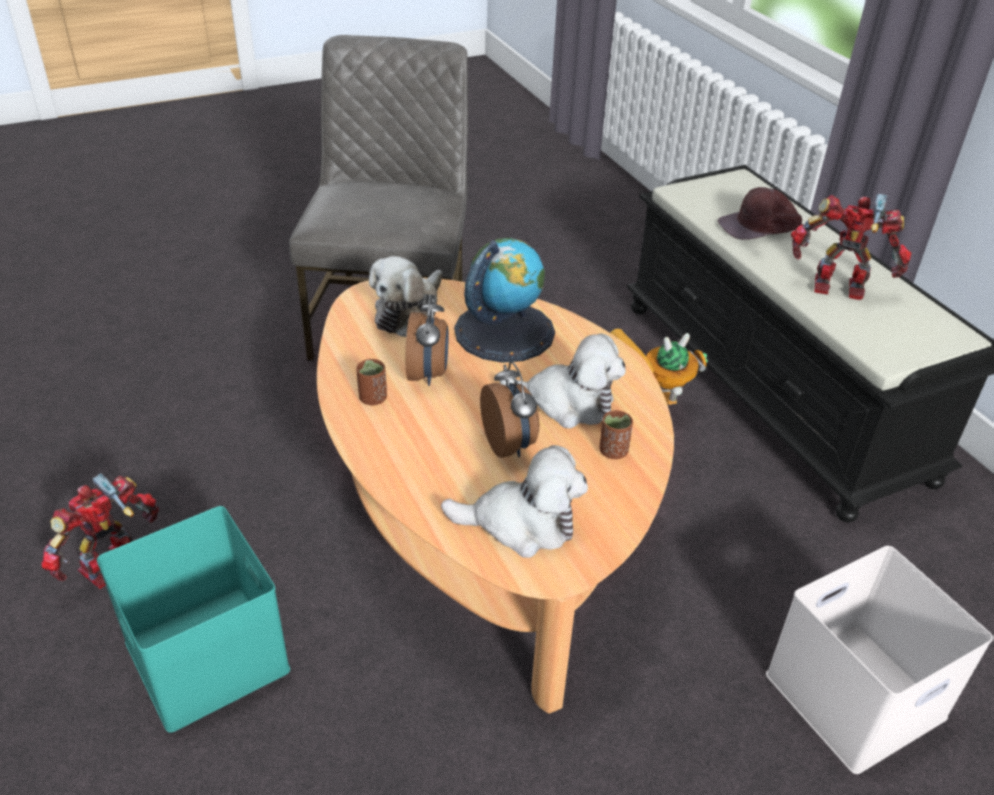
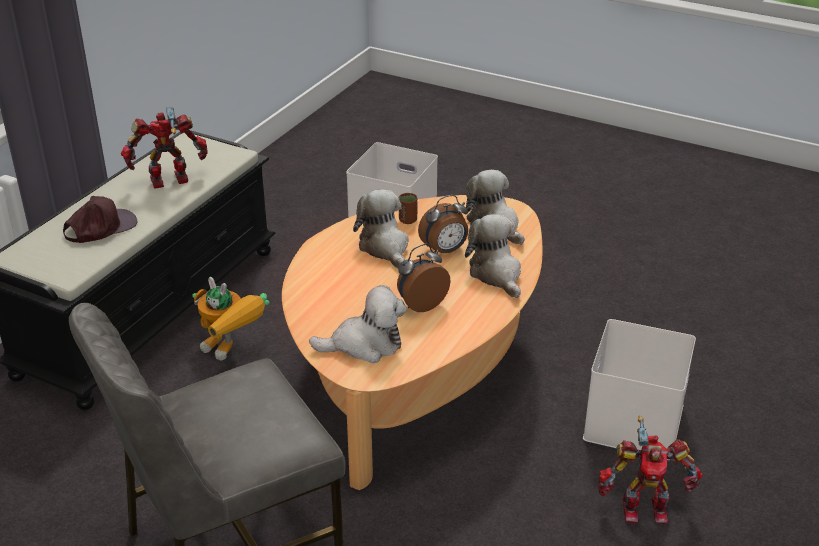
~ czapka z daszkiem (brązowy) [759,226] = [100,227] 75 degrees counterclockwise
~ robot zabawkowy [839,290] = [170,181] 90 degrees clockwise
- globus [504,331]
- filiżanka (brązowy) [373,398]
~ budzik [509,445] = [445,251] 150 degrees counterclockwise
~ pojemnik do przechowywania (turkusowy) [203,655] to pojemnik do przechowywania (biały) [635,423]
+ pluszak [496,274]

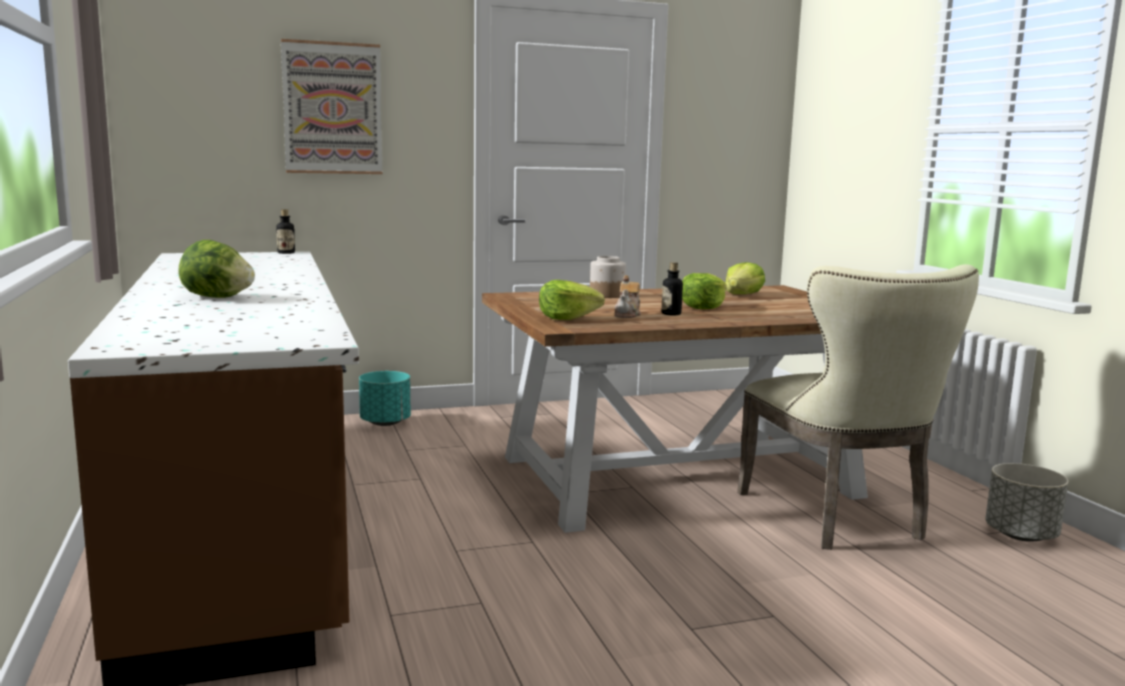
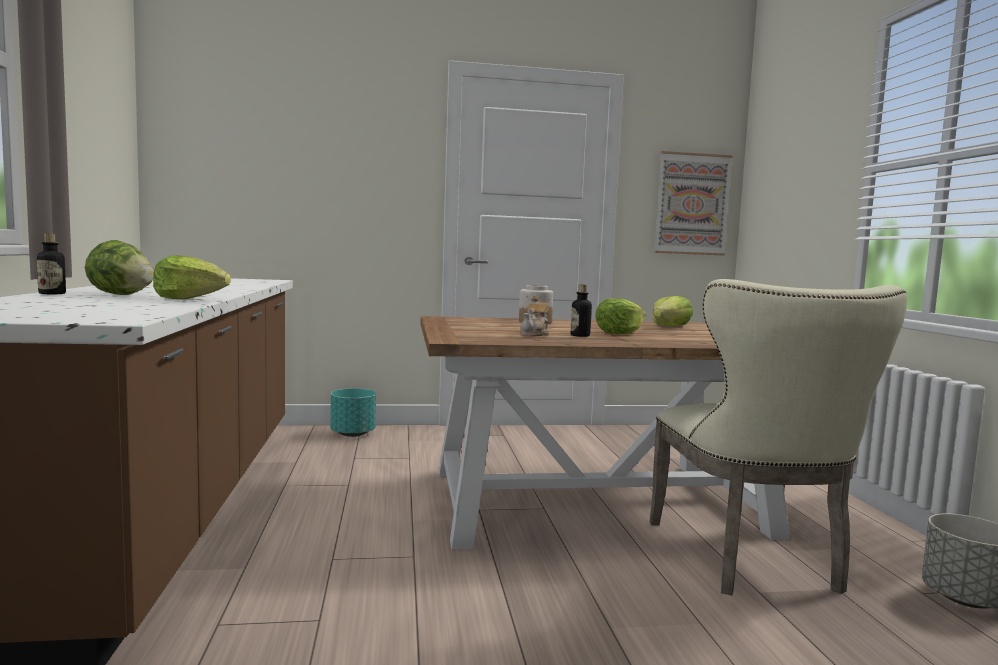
~ obraz [332,108] to [692,204]
~ butelka [286,253] to [52,293]
~ sałata [567,318] to [190,299]

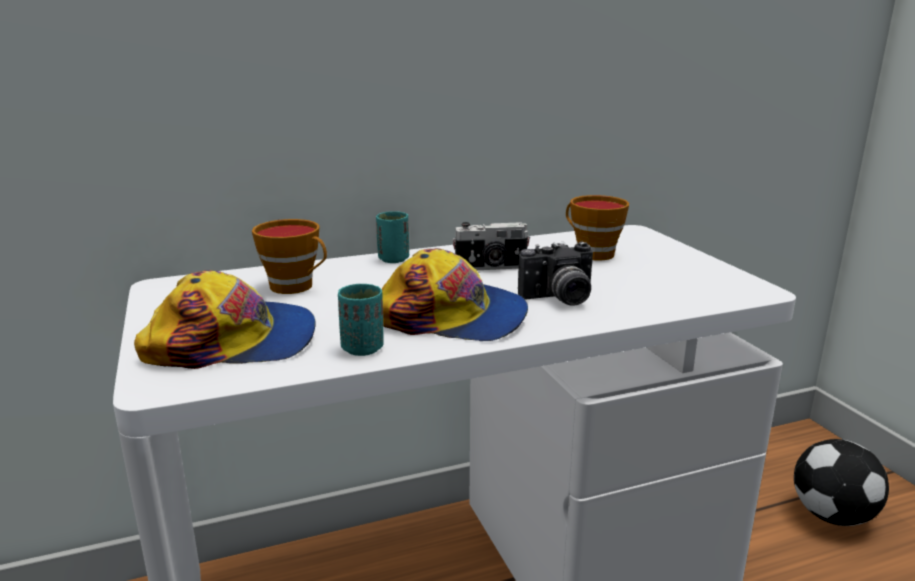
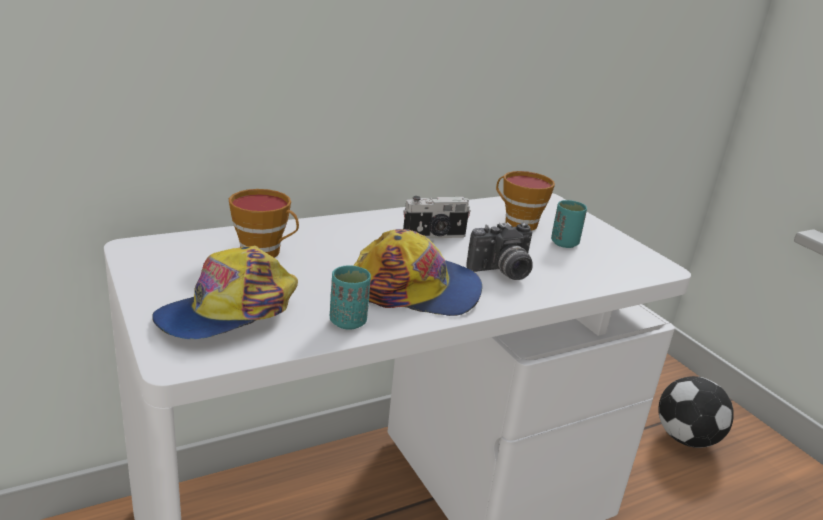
~ filiżanka (turkusowy) [393,259] to [564,243]
~ czapka z daszkiem [233,341] = [229,313] 150 degrees clockwise

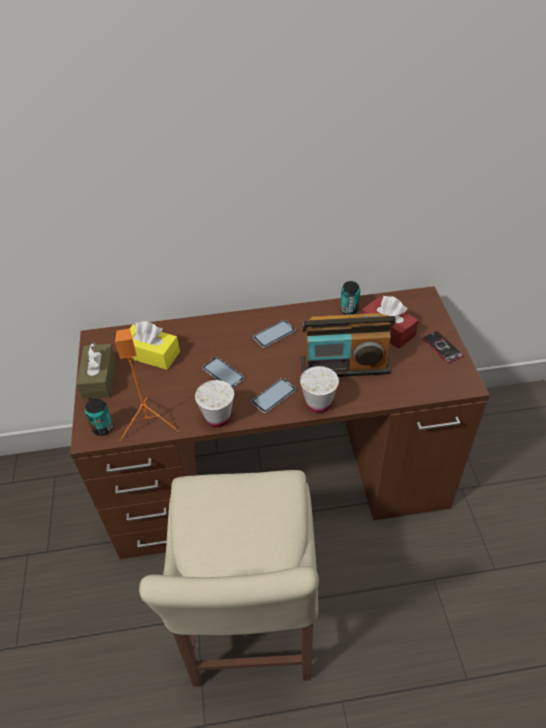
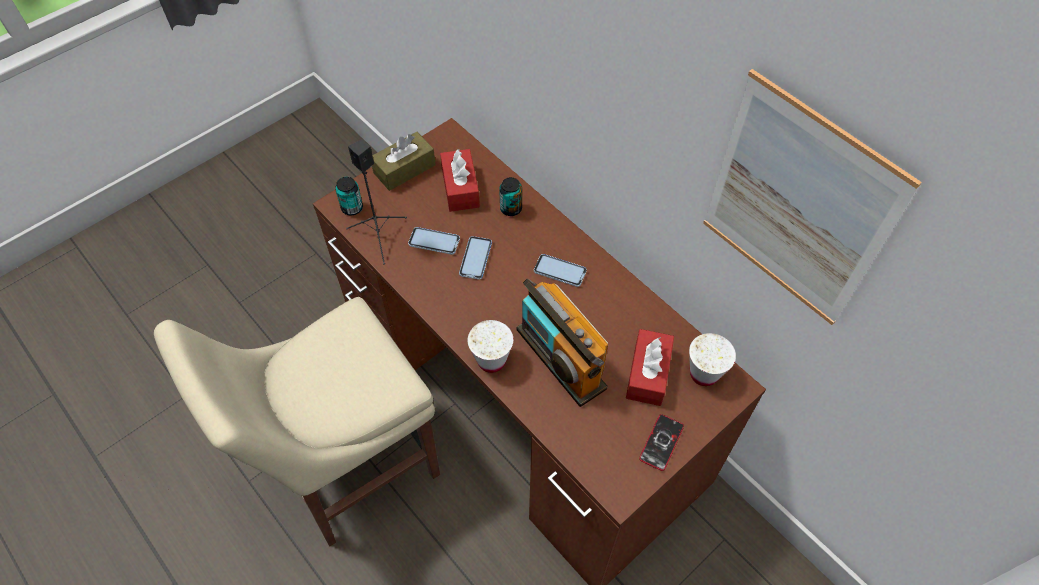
~ puszka [349,310] to [511,208]
~ pudełko chusteczek (żółty) [151,354] to pudełko chusteczek (czerwony) [460,188]
~ głośnik (pomarańczowy) [149,422] to głośnik (czarny) [379,237]
~ telefon [274,396] to [434,241]
~ filiżanka (biały) [218,418] to [704,374]
+ obraz [796,204]

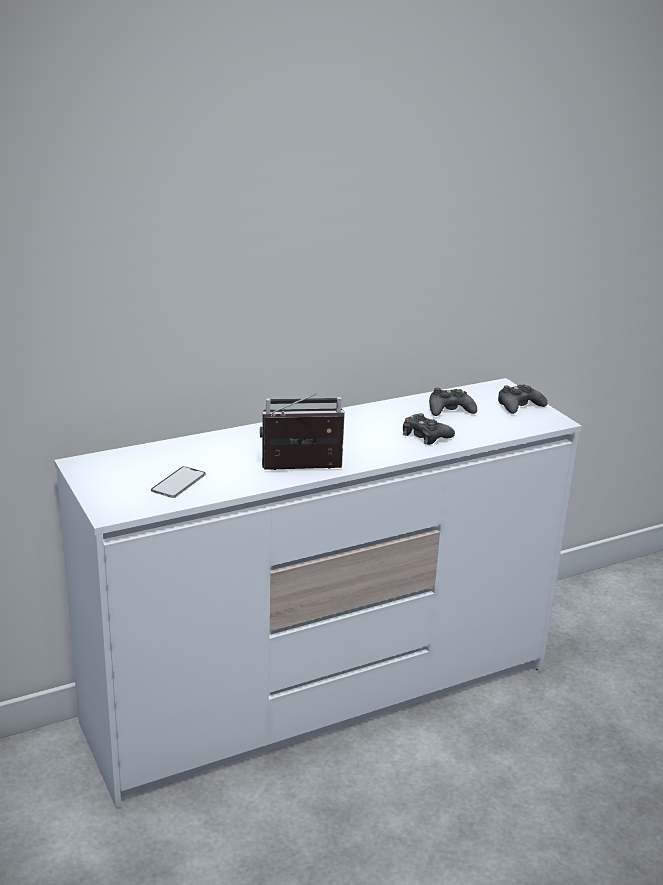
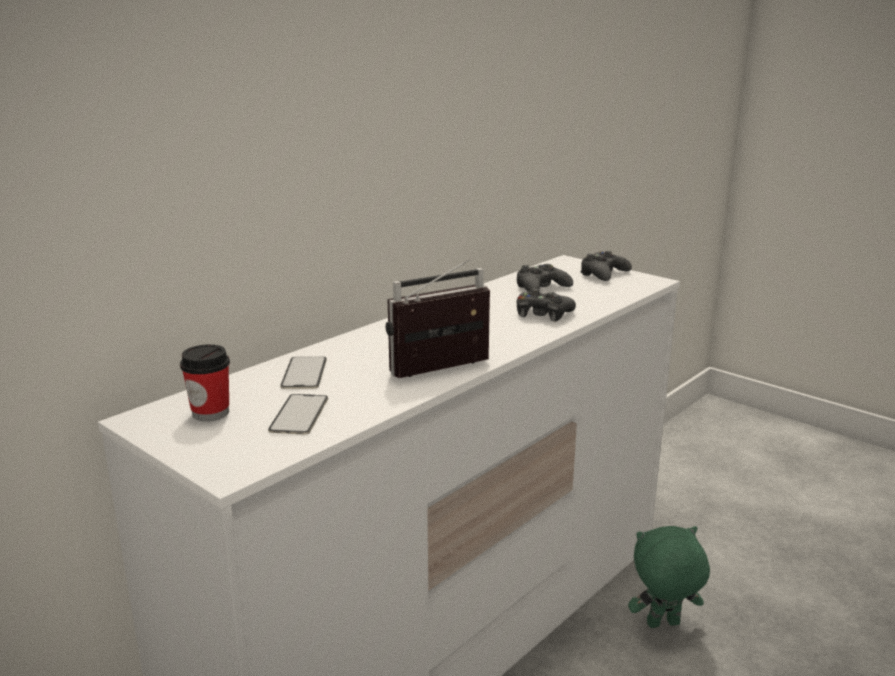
+ filiżanka [210,413]
+ telefon [304,373]
+ pluszak (zielony) [663,625]

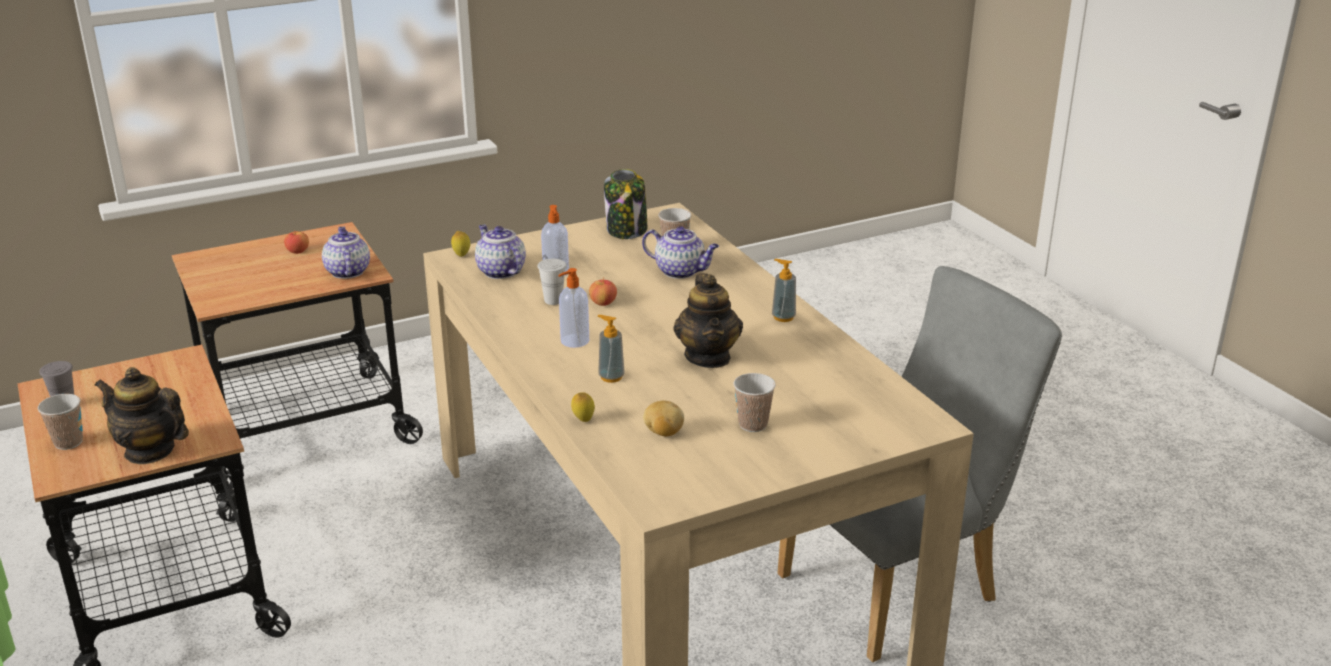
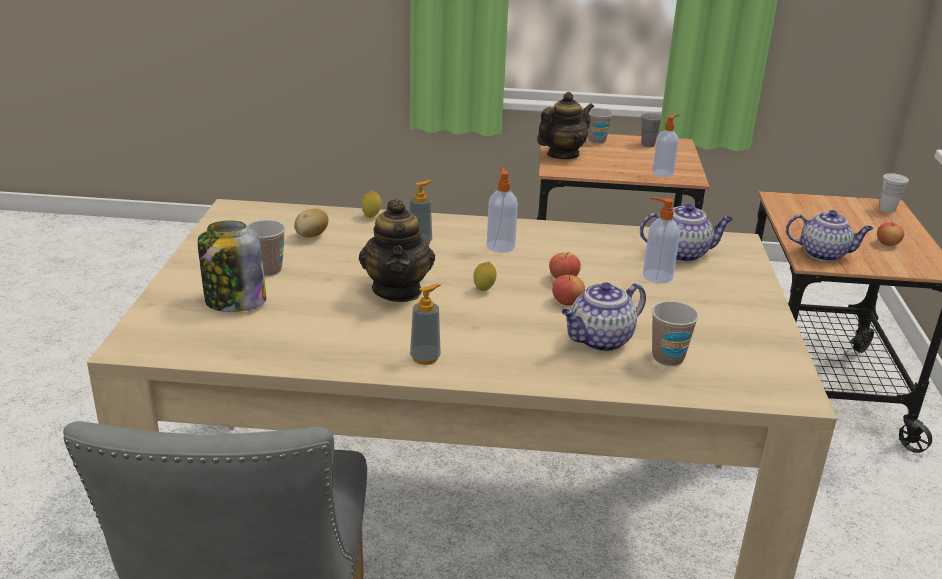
~ słoik [627,230] to [234,302]
~ cytryna [461,255] to [484,290]
~ filiżanka (biały) [553,300] to [887,209]
~ imbryk [708,357] = [398,290] 120 degrees counterclockwise
+ dozownik mydła [663,173]
+ jabłko [567,302]

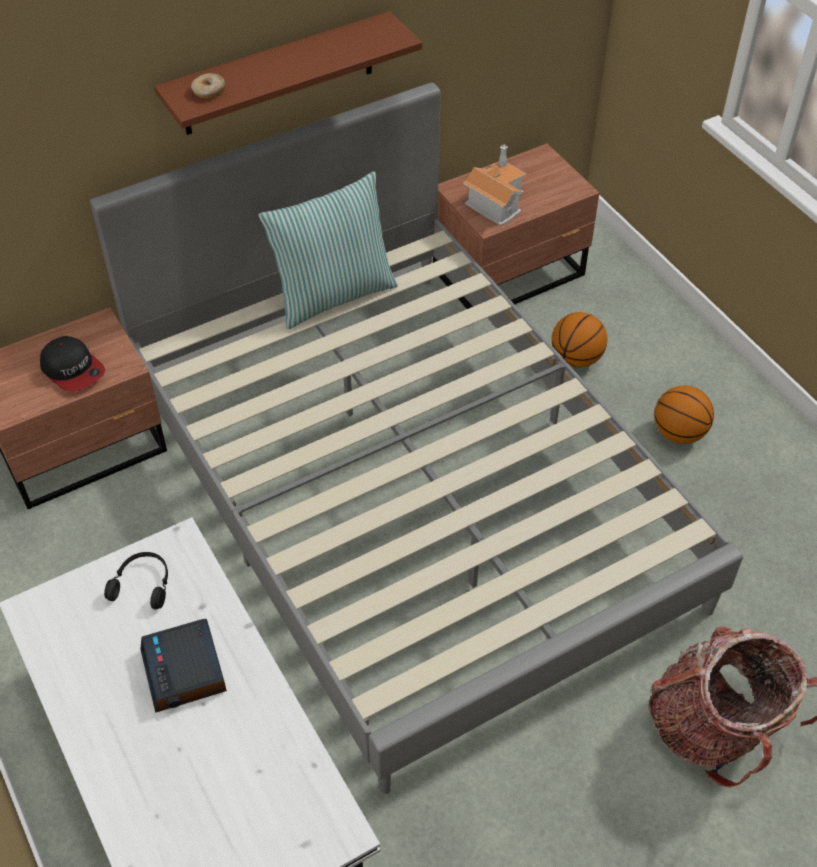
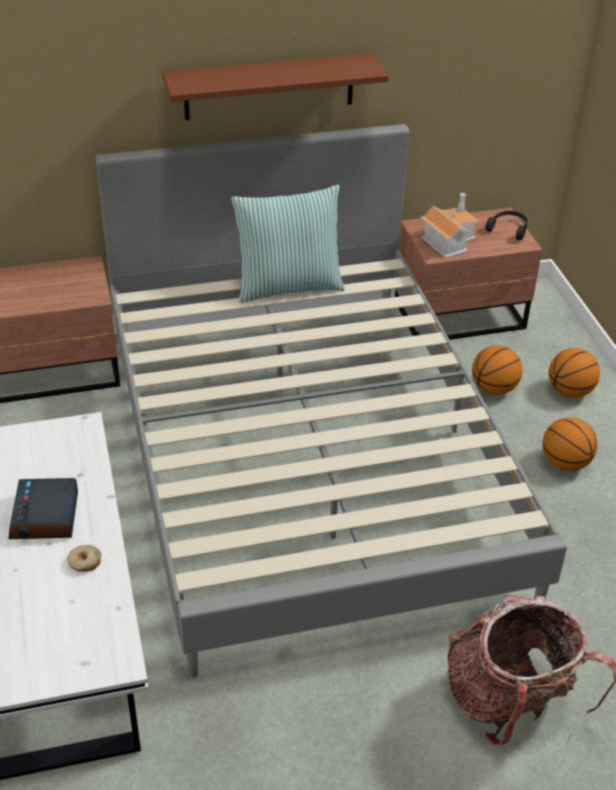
~ donut [209,91] to [84,563]
- czapka z daszkiem [73,369]
~ słuchawki (czarny) [143,584] to [508,229]
+ piłka do koszykówki [570,392]

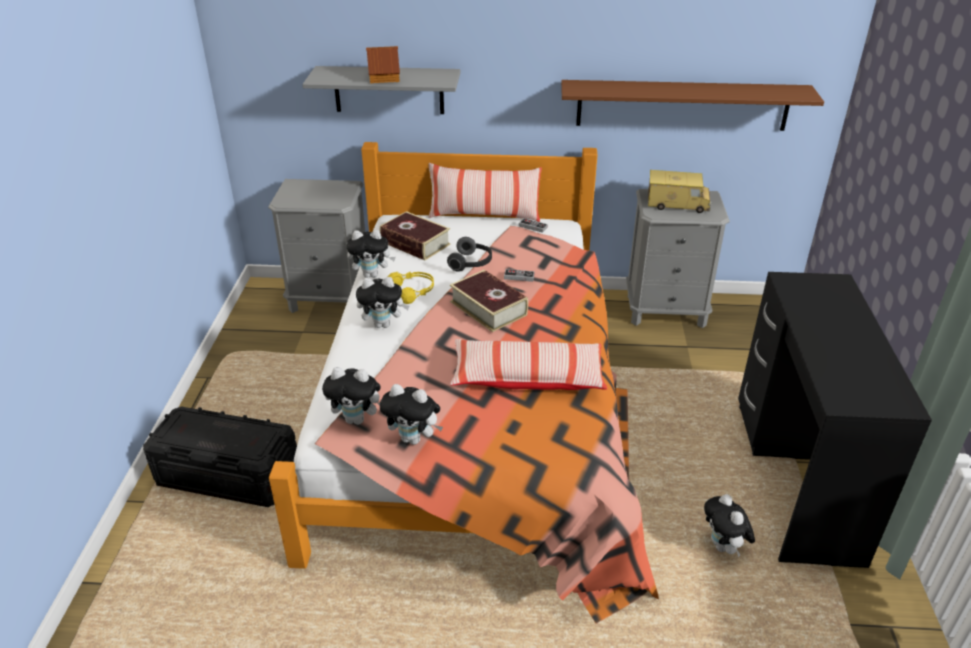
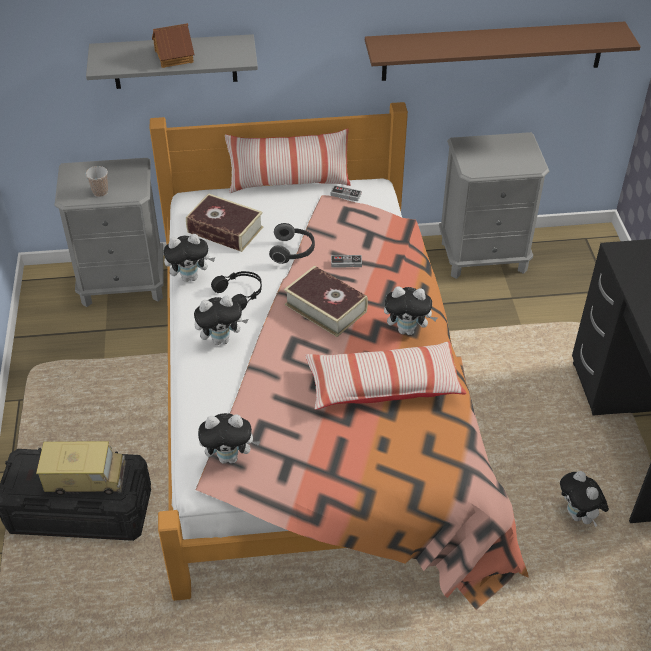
~ ciężarówka zabawkowa [677,204] to [85,478]
~ słuchawki (żółty) [413,291] to słuchawki (czarny) [240,293]
~ pluszak [414,439] to [407,330]
+ filiżanka [100,192]

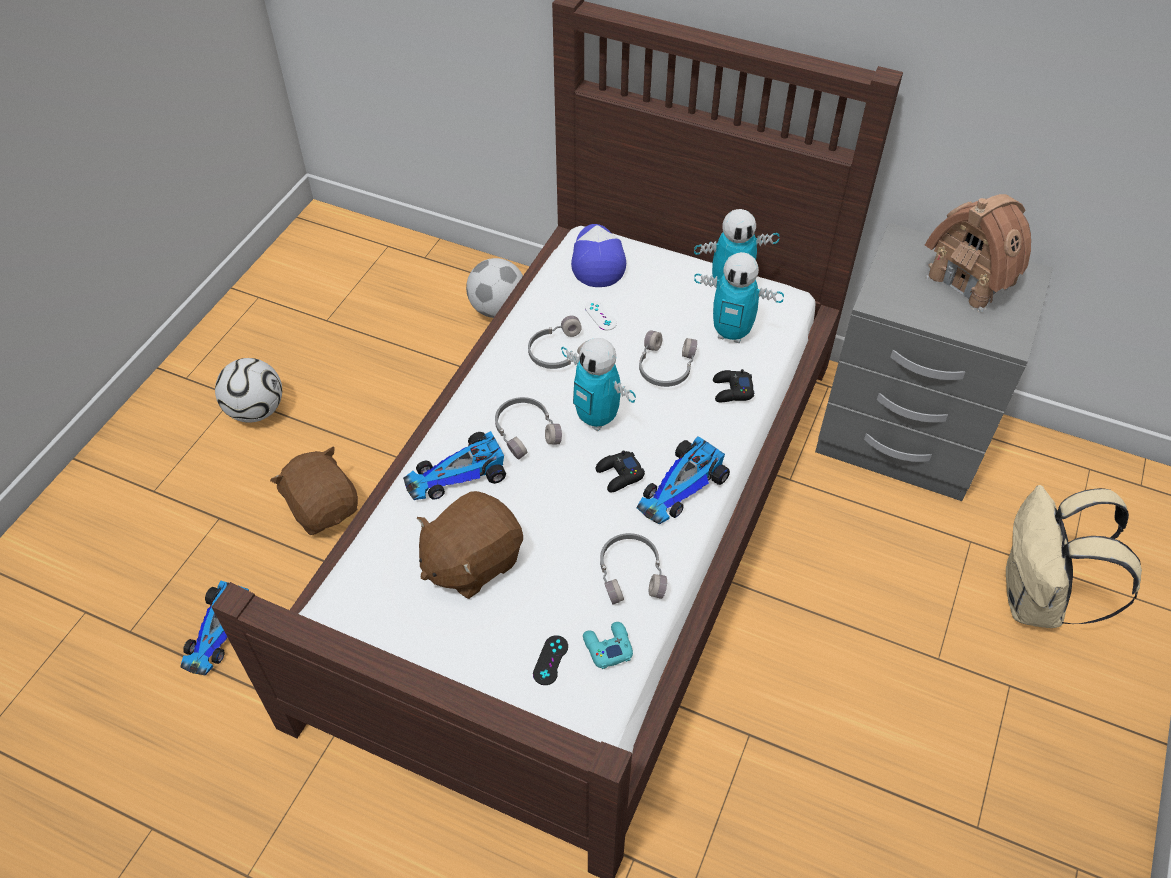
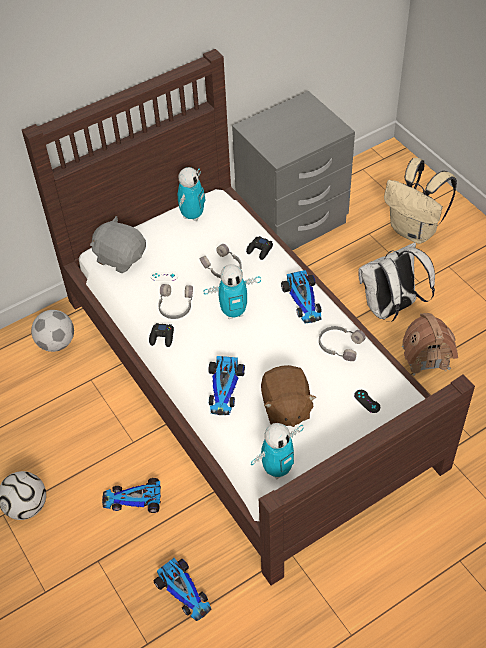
~ domek [971,279] to [426,357]
~ czapka z daszkiem [597,259] to pluszak (szary) [120,257]
~ robot zabawkowy [731,333] to [277,469]
- słuchawki (szary) [526,431]
~ pluszak (brązowy) [323,507] to samochodzik [135,499]
~ pad do gier (czarny) [619,475] to [162,337]
- pad do gier (turkusowy) [607,647]
+ plecak (biały) [390,309]

